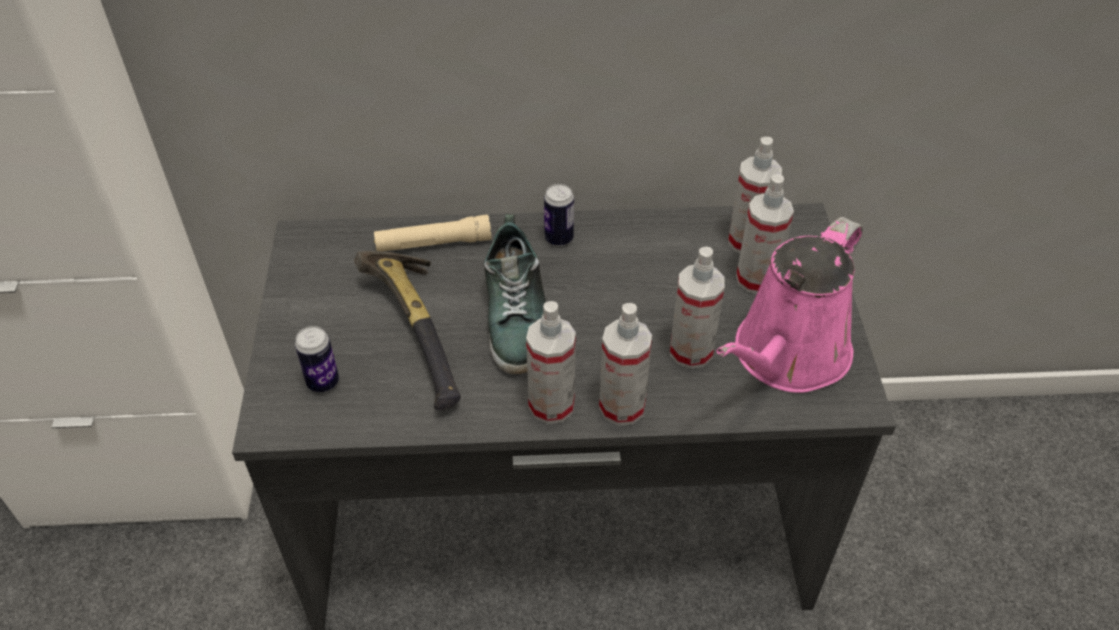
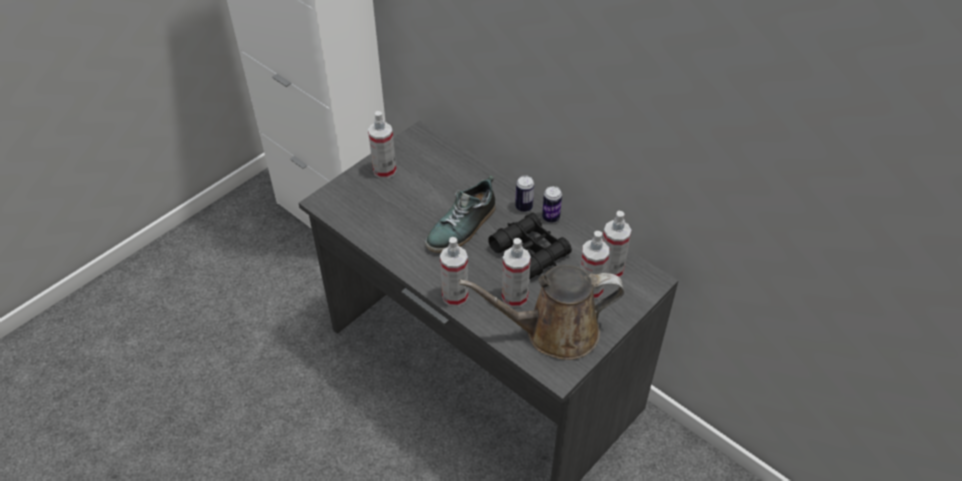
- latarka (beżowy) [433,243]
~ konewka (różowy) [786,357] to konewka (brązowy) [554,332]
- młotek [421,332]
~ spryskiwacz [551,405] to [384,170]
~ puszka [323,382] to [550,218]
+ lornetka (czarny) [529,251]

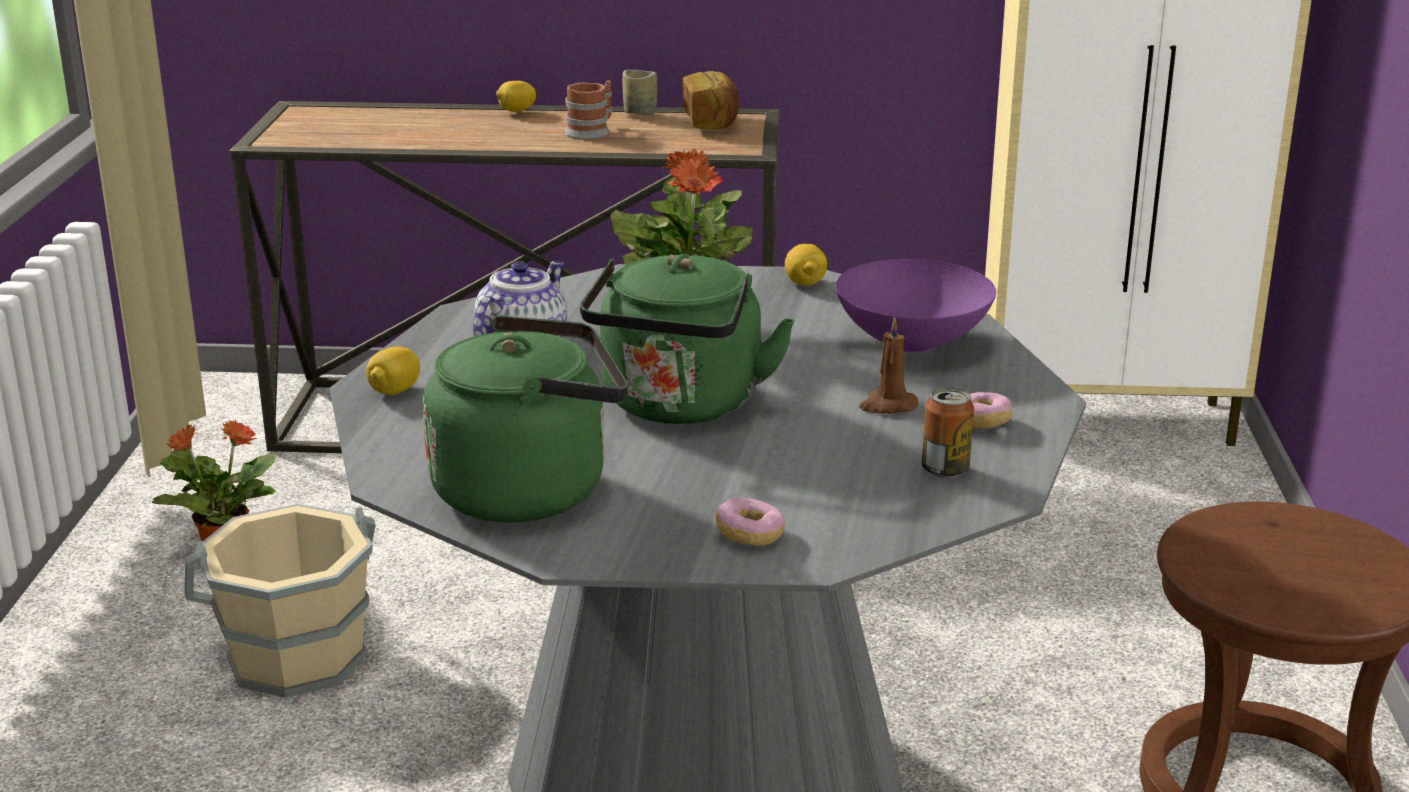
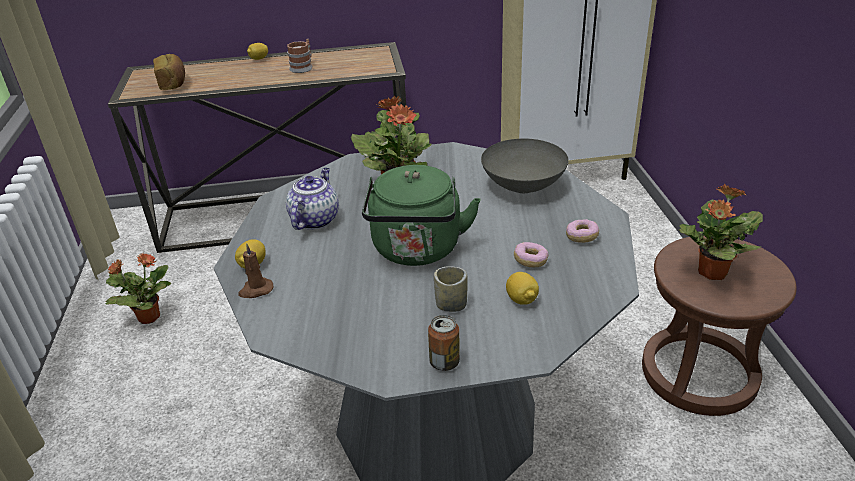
~ filiżanka [640,113] to [451,305]
~ chleb [711,122] to [173,83]
~ cytryna [805,283] to [521,299]
~ miska (fioletowy) [910,342] to miska (szary) [522,186]
- czajnik (zielony) [530,490]
~ świeca (brązowy) [887,406] to [255,290]
~ puszka [945,470] to [444,362]
~ donut [750,535] to [530,261]
- wiadro (beżowy) [295,656]
+ roślina doniczkowa [711,273]

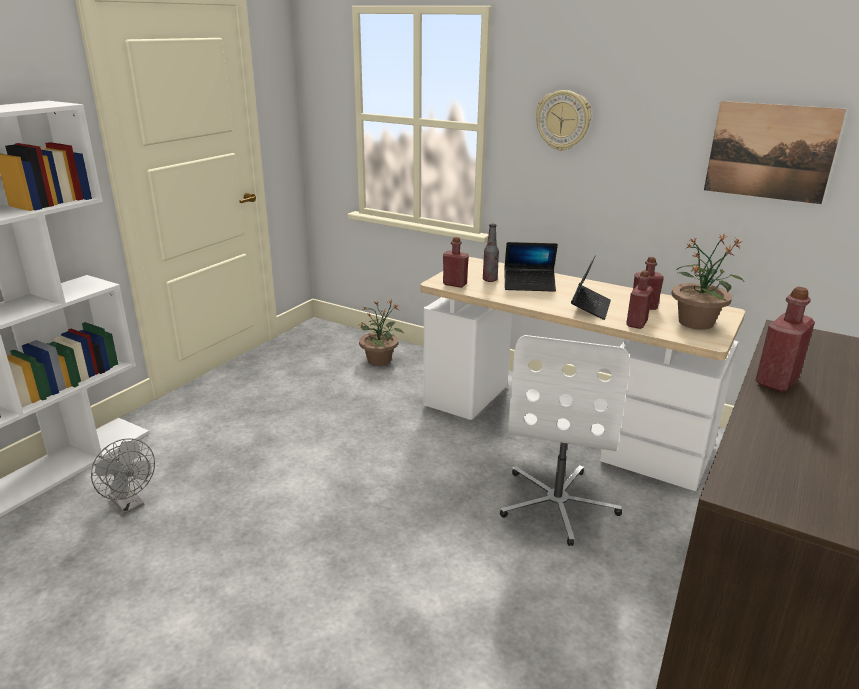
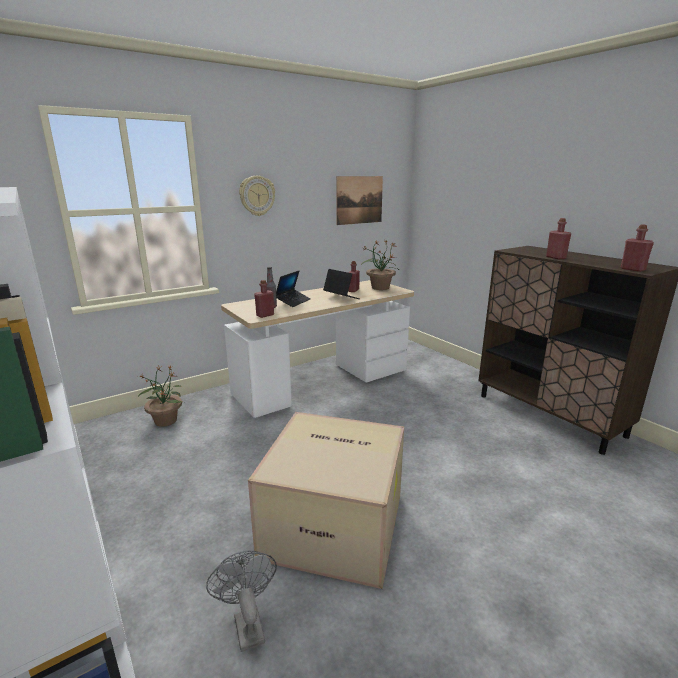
~ butelka (czerwony) [636,323] to [632,269]
- krzesło biurowe (biały) [558,503]
~ wentylator (szary) [130,504] = [247,623] 90 degrees counterclockwise
+ karton [336,524]

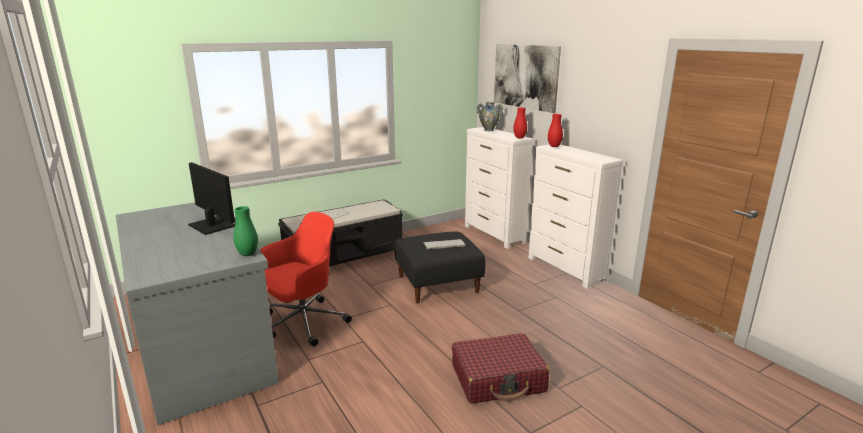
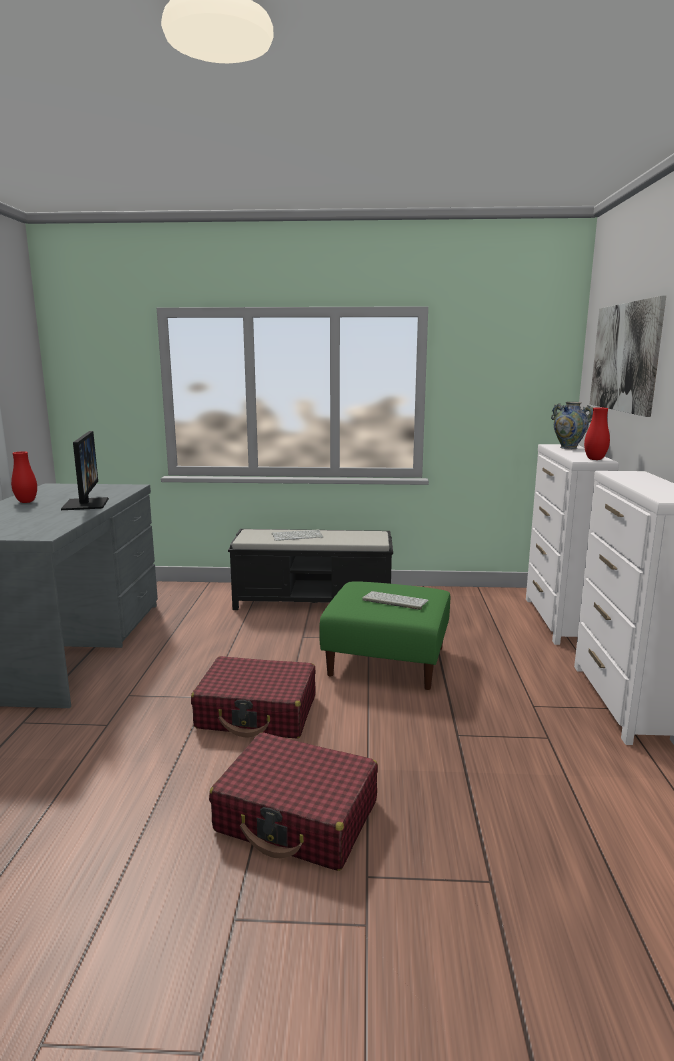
~ wazon (czerwony) [554,146] to [26,502]
- wazon (zielony) [247,254]
- krzesło biurowe (czerwony) [302,323]
~ pufa (czarny) [438,284] to pufa (zielony) [386,661]
+ walizka (czerwony) [257,712]

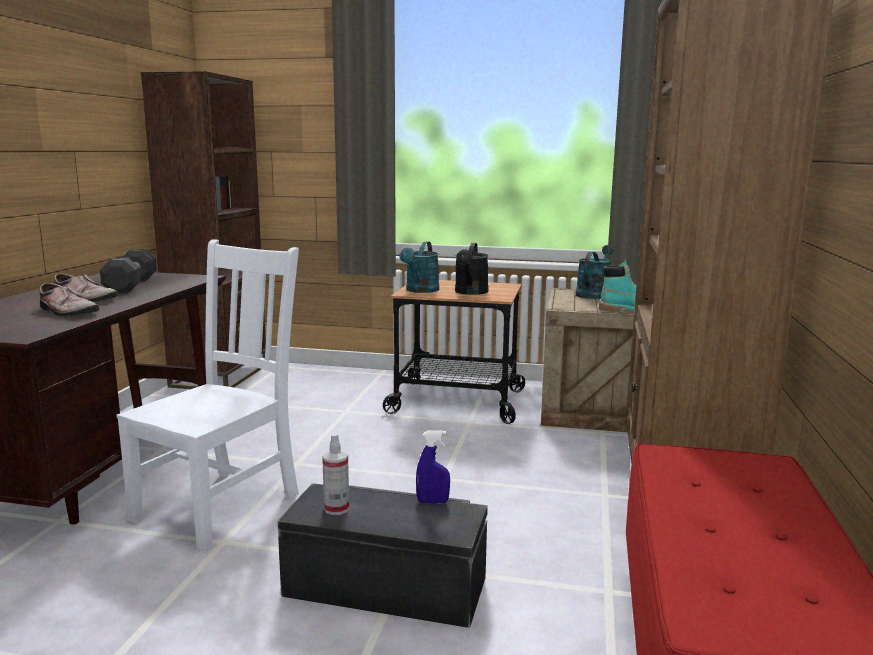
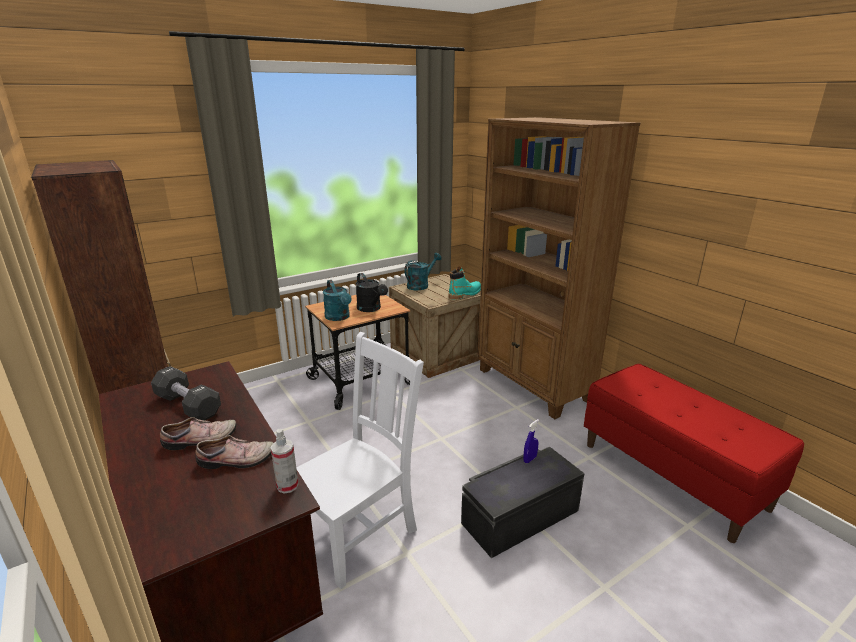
~ krzesło (biały) [221,504] = [359,532] 60 degrees clockwise
~ konewka (turkusowy) [594,294] = [420,285] 60 degrees clockwise
~ spryskiwacz [336,508] to [287,485]

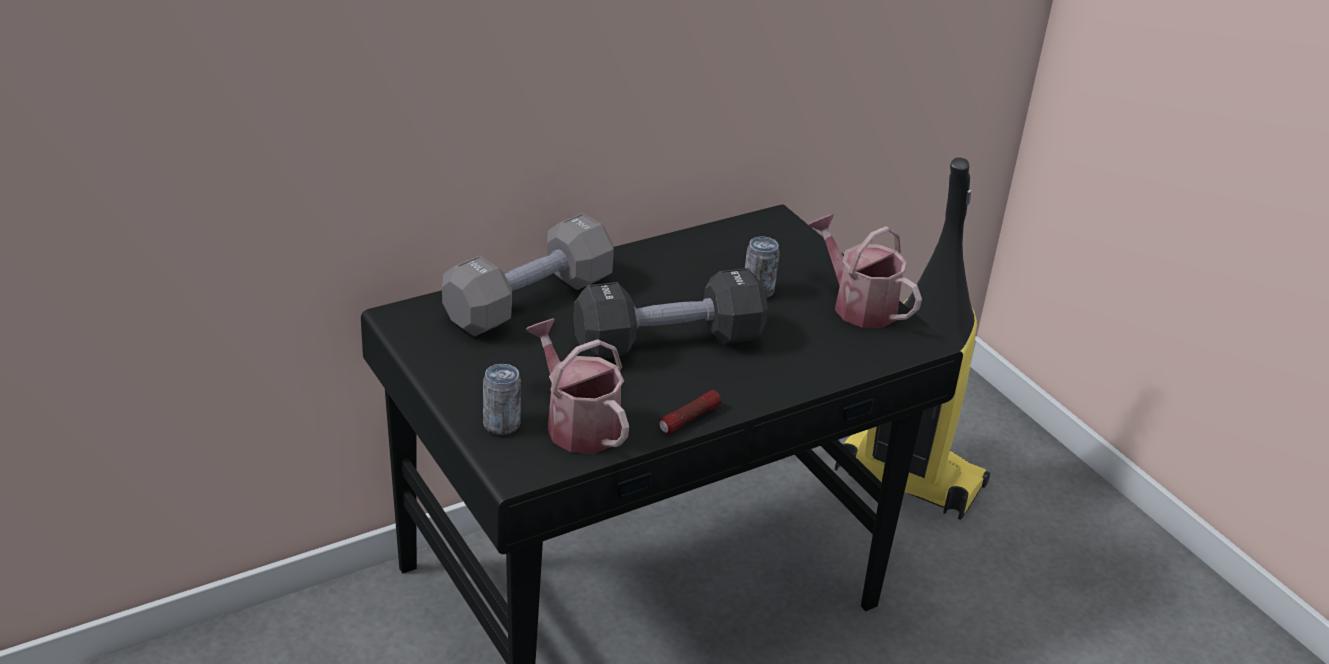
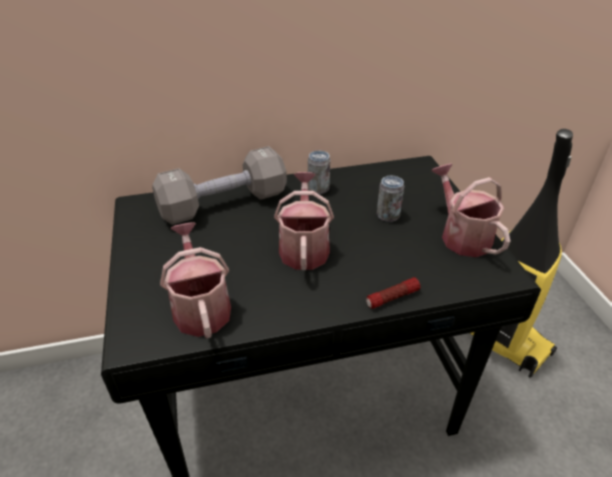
~ hantel (czarny) [668,342] to konewka [304,247]
~ puszka [501,425] to [318,188]
~ latarka [689,419] to [392,298]

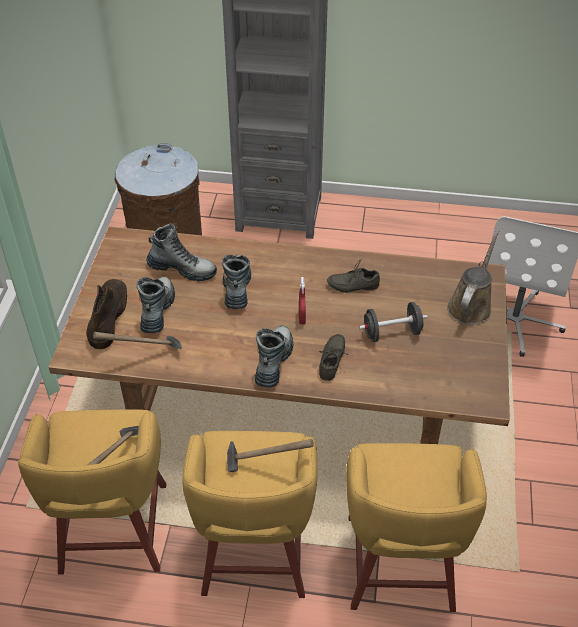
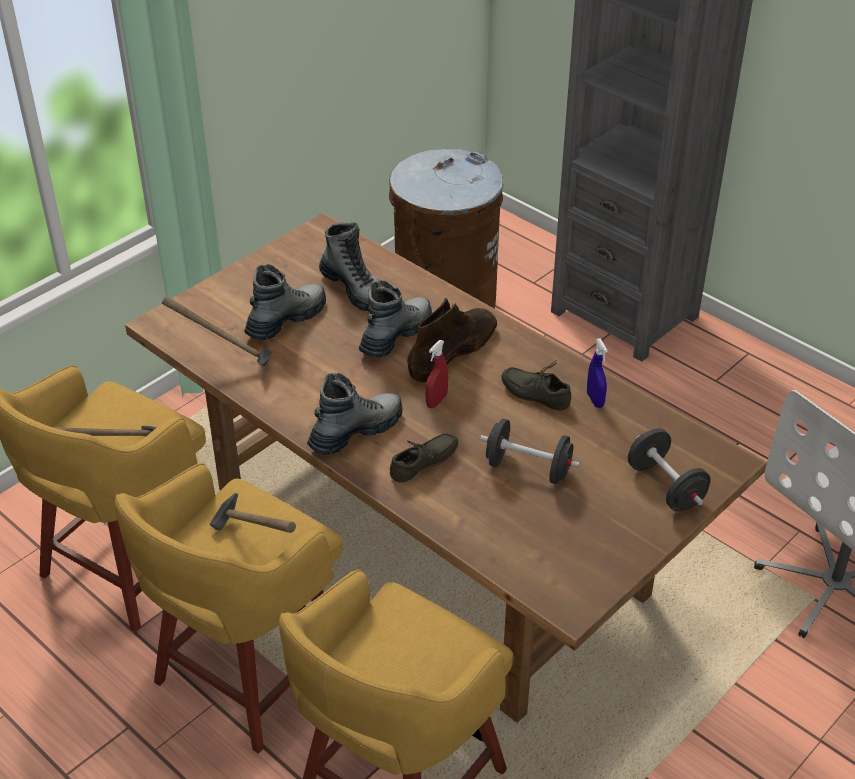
~ konewka (brązowy) [471,305] to hantel (czarny) [665,487]
~ but z cholewką (brązowy) [108,316] to [453,350]
+ spryskiwacz (niebieski) [595,400]

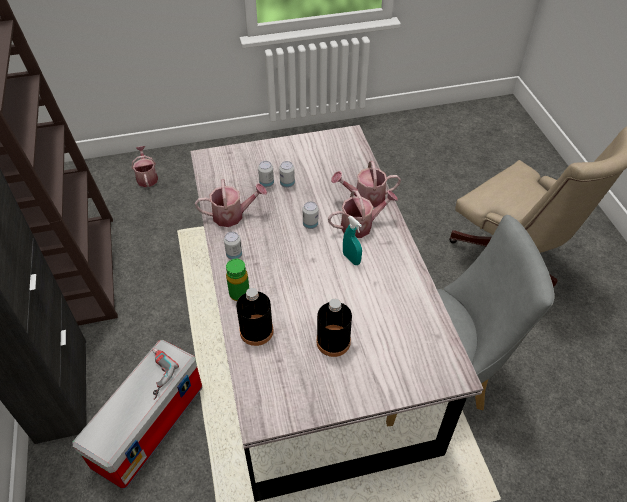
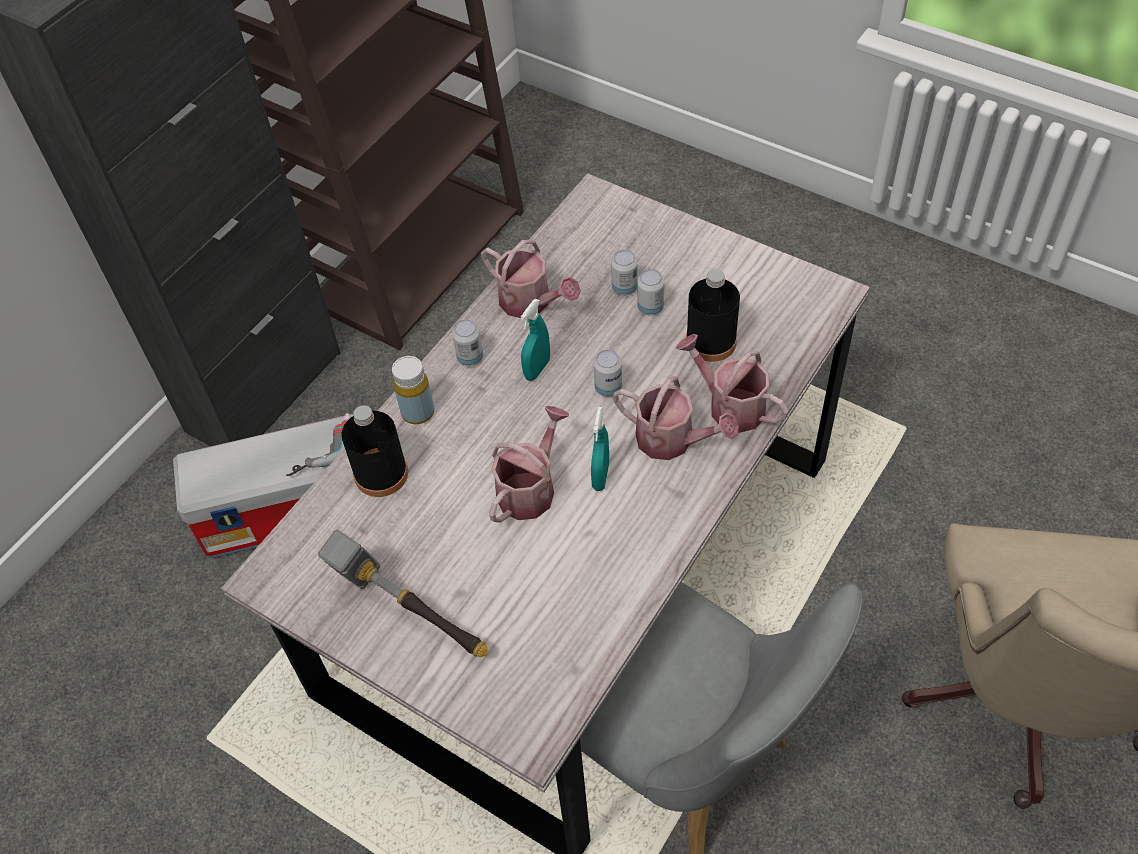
~ konewka [147,177] to [530,488]
~ butelka (zielony) [239,294] to butelka (żółty) [418,412]
~ butelka (czarny) [333,342] to [711,342]
+ spryskiwacz (turkusowy) [537,369]
+ młotek [408,613]

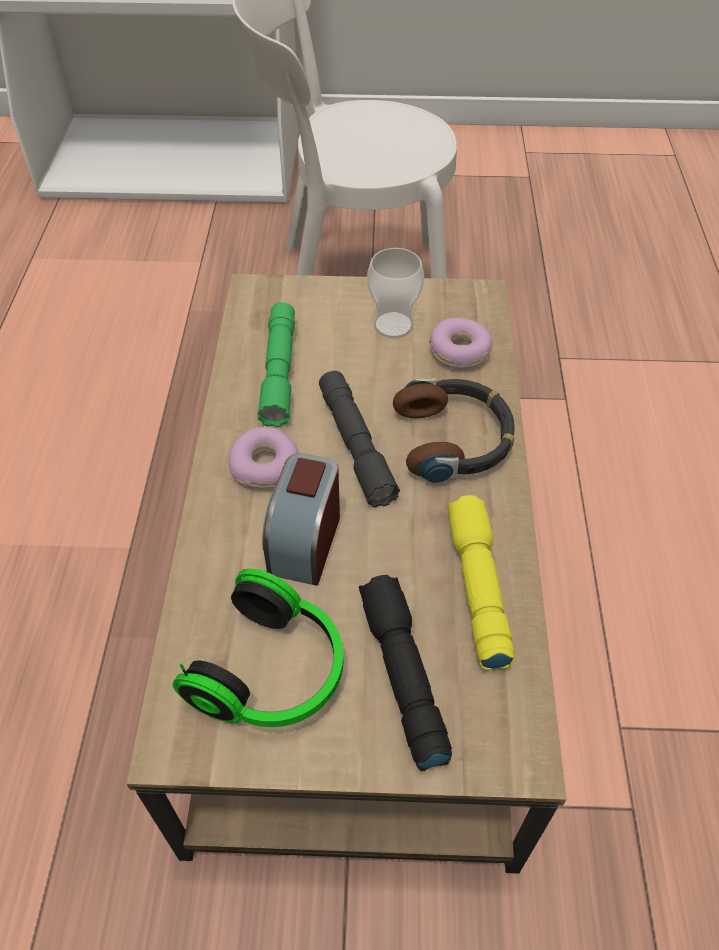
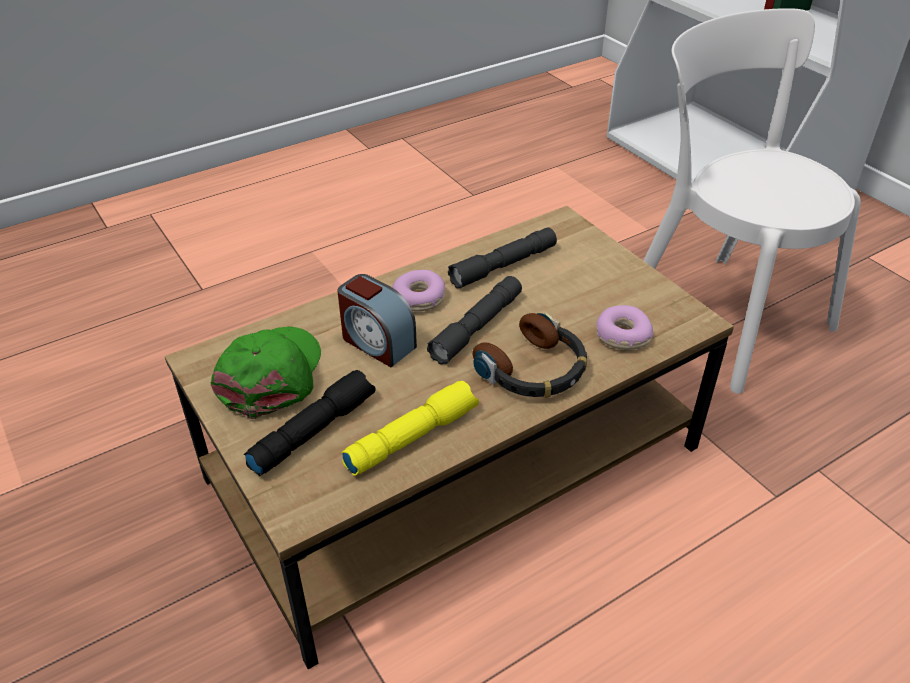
- filiżanka [393,325]
~ latarka (zielony) [279,372] to latarka (szary) [503,266]
~ budzik [305,541] = [377,342] 120 degrees counterclockwise
~ słuchawki [274,673] to czapka z daszkiem (zielony) [271,375]

